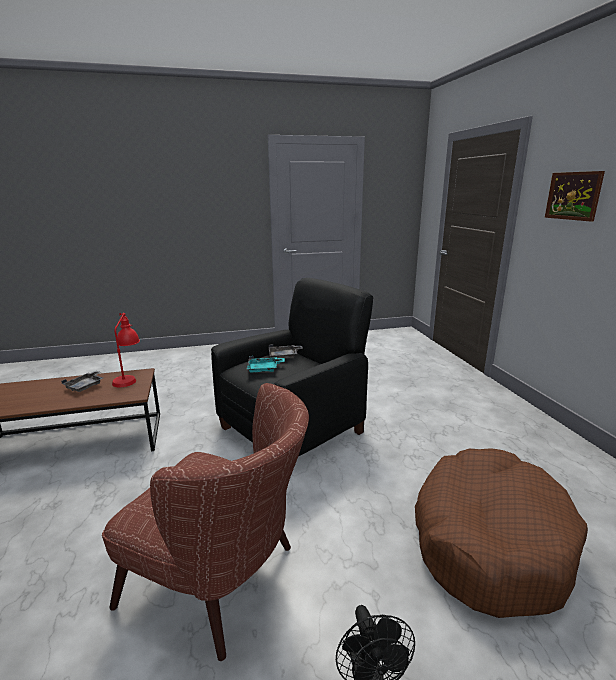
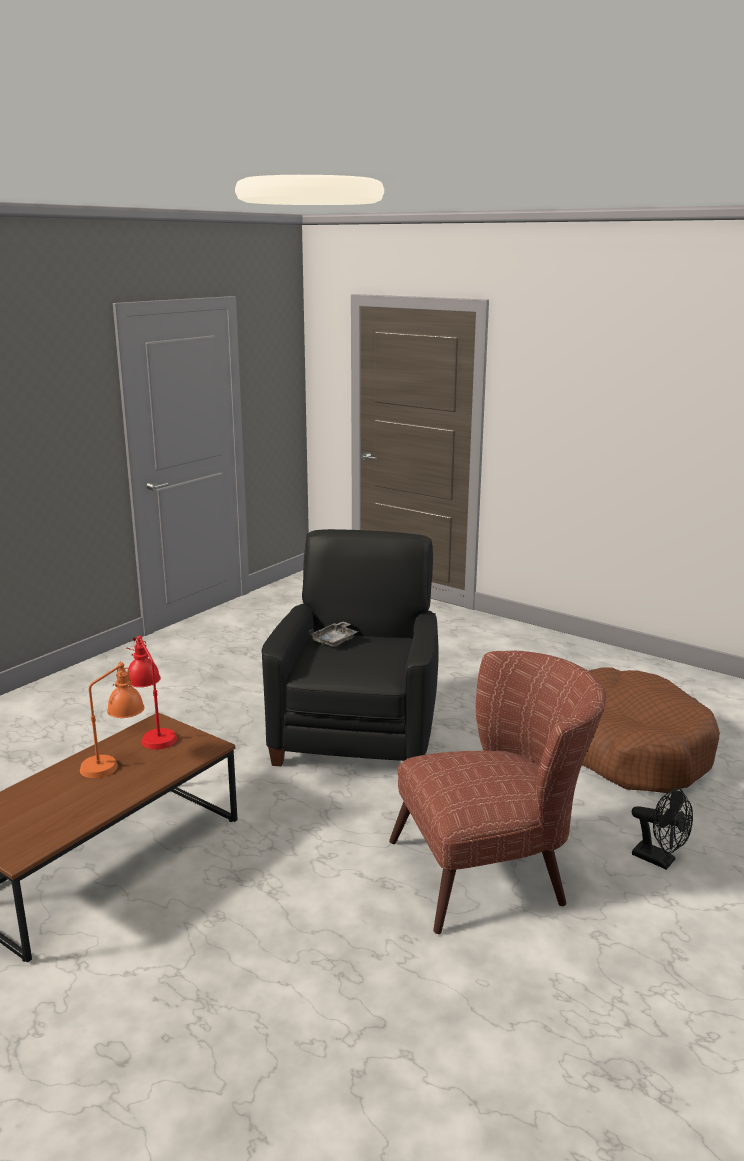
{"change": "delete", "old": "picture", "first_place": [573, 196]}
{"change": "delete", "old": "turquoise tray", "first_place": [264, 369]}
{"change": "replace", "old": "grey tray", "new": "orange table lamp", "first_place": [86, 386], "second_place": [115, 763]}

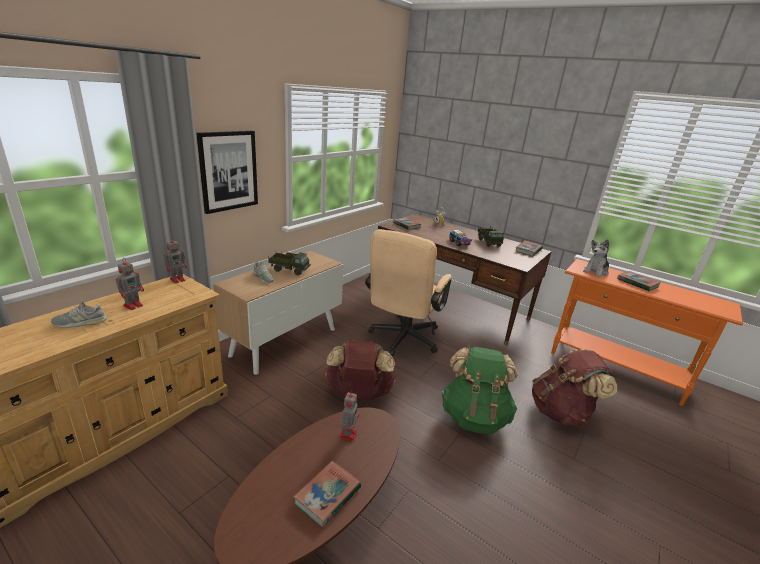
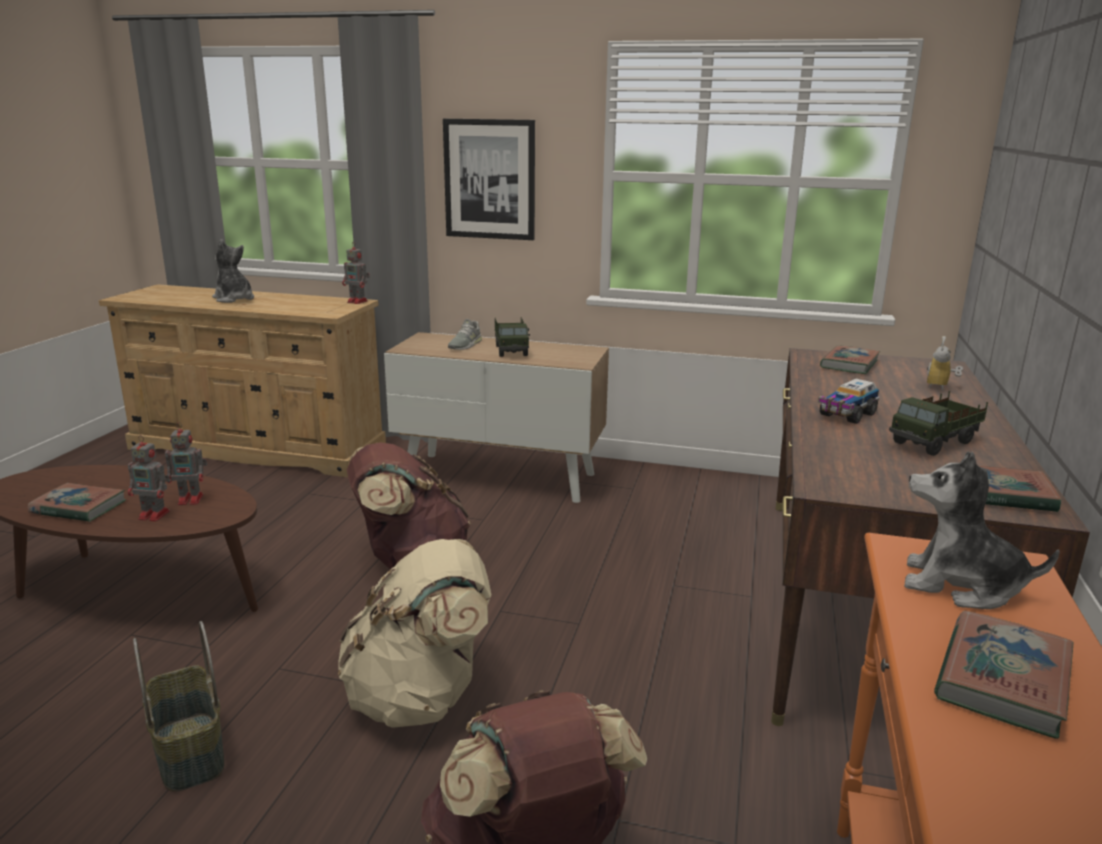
{"change": "delete", "old": "beige office chair", "first_place": [402, 340]}
{"change": "move", "old": "toy robot", "first_place": [134, 305], "second_place": [155, 515]}
{"change": "replace", "old": "grey shoe", "new": "plush toy", "first_place": [80, 322], "second_place": [234, 299]}
{"change": "recolor", "old": "green backpack", "new": "beige backpack", "first_place": [474, 417], "second_place": [420, 697]}
{"change": "insert", "new": "basket", "second_place": [187, 752]}

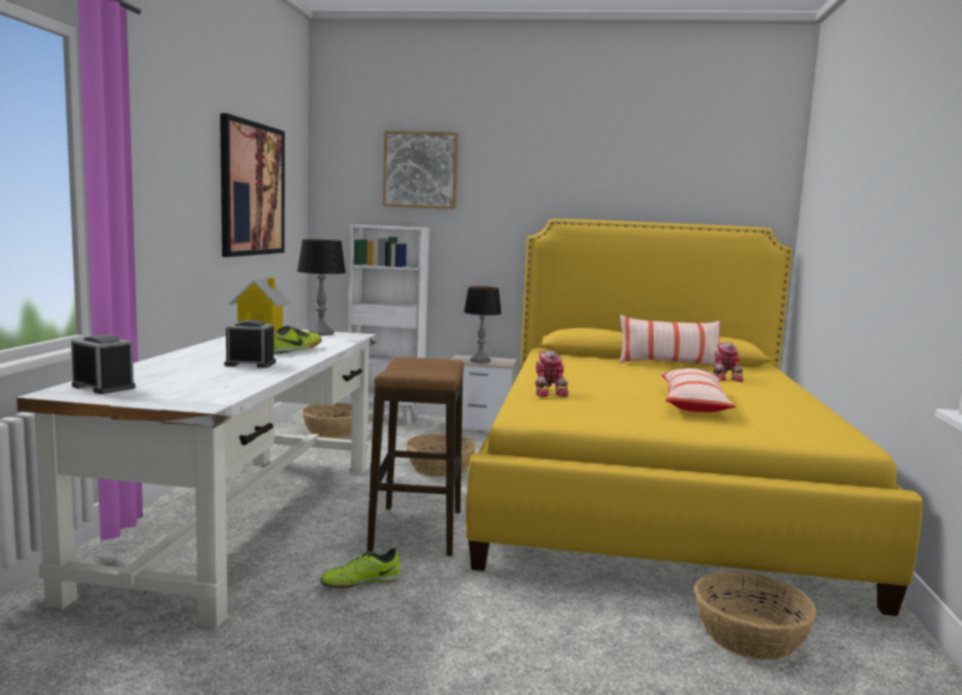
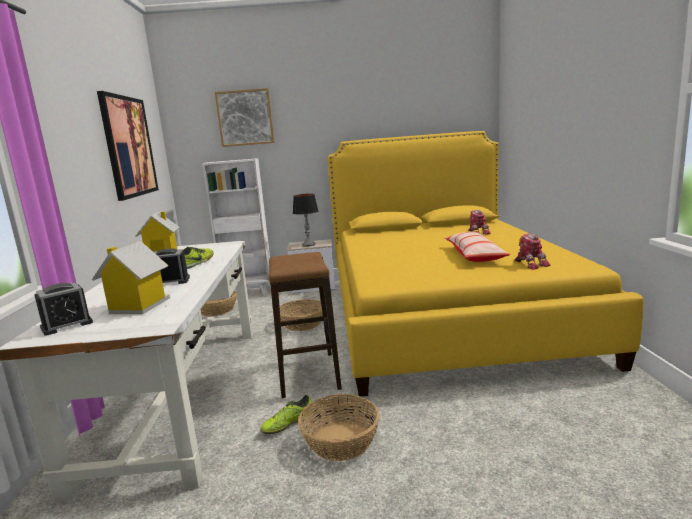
{"change": "delete", "old": "table lamp", "first_place": [321, 333]}
{"change": "delete", "old": "pillow", "first_place": [668, 364]}
{"change": "rotate", "old": "alarm clock", "first_place": [103, 387], "second_place": [67, 325], "degrees": 120}
{"change": "move", "old": "toy robot", "first_place": [548, 392], "second_place": [530, 264]}
{"change": "move", "old": "basket", "first_place": [749, 635], "second_place": [340, 441]}
{"change": "insert", "new": "toy house", "second_place": [138, 306]}

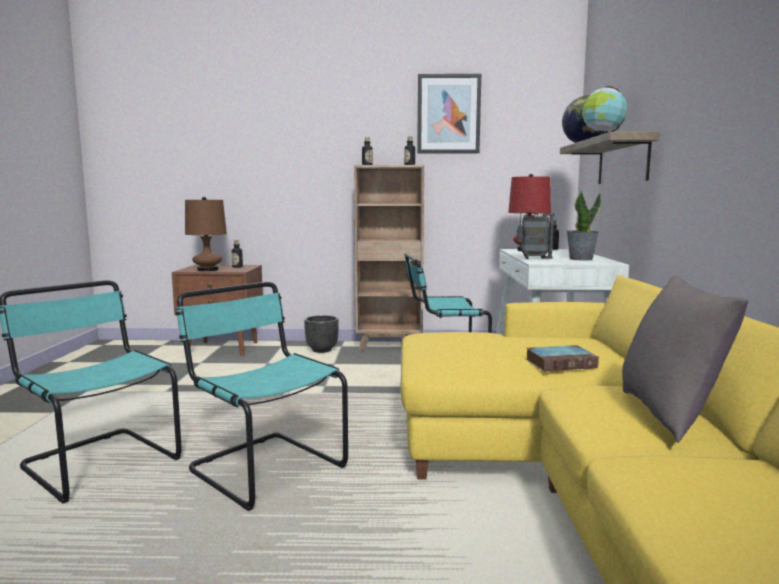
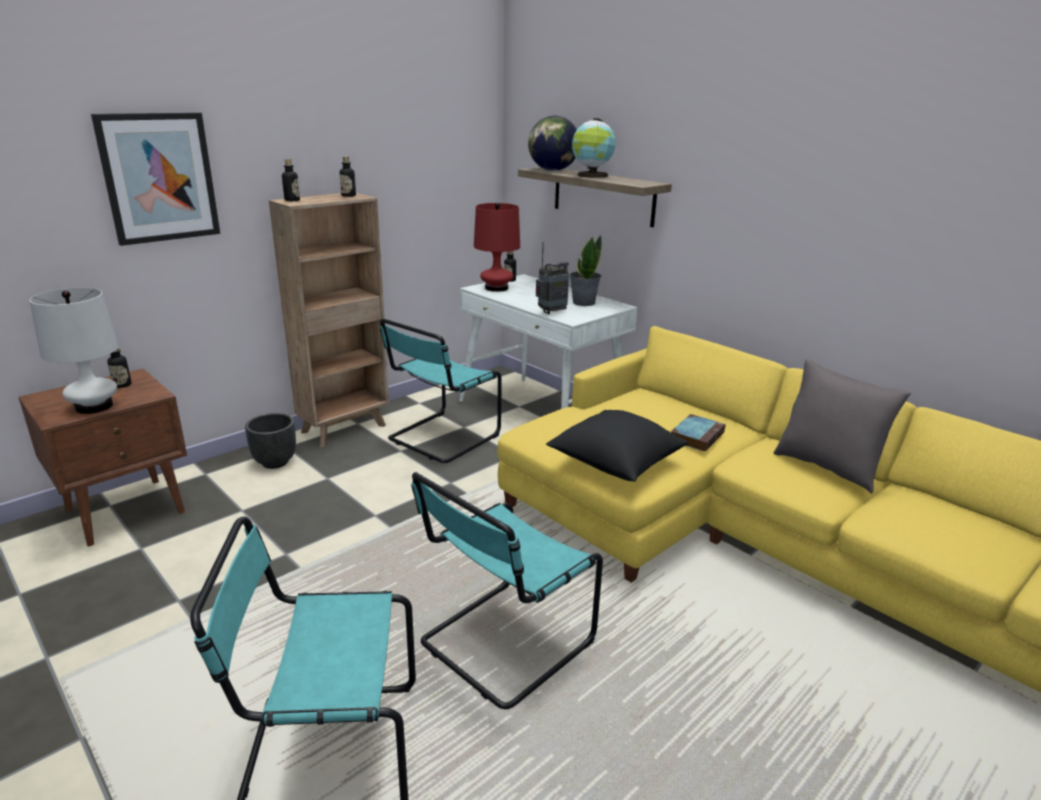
{"change": "move", "old": "picture", "first_place": [448, 114], "second_place": [159, 178]}
{"change": "recolor", "old": "brown table lamp", "new": "white table lamp", "first_place": [208, 270], "second_place": [94, 406]}
{"change": "rotate", "old": "turquoise chair", "first_place": [263, 467], "second_place": [502, 645], "degrees": -45}
{"change": "insert", "new": "black pillow", "second_place": [615, 463]}

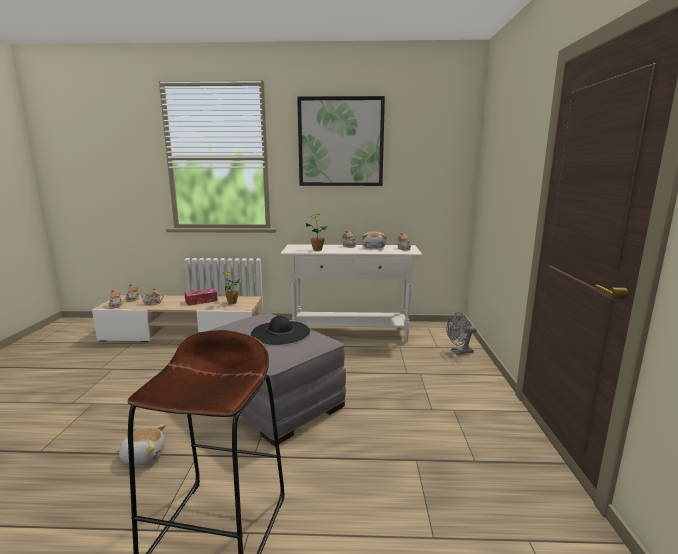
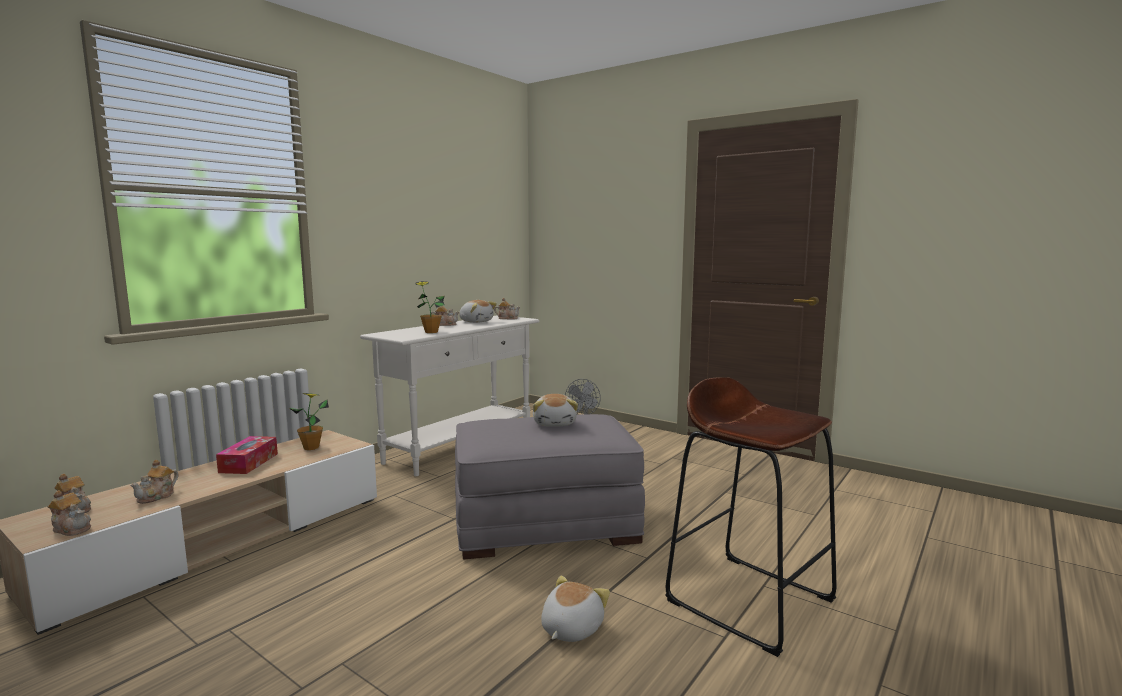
{"change": "delete", "old": "picture", "first_place": [341, 142]}
{"change": "replace", "old": "black hat", "new": "plush toy", "first_place": [280, 332], "second_place": [555, 423]}

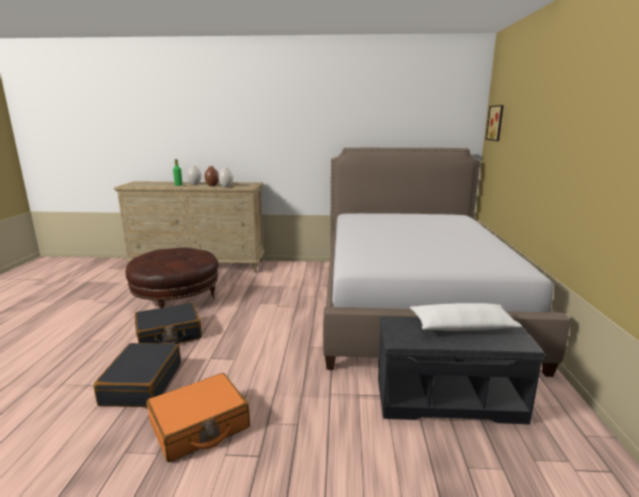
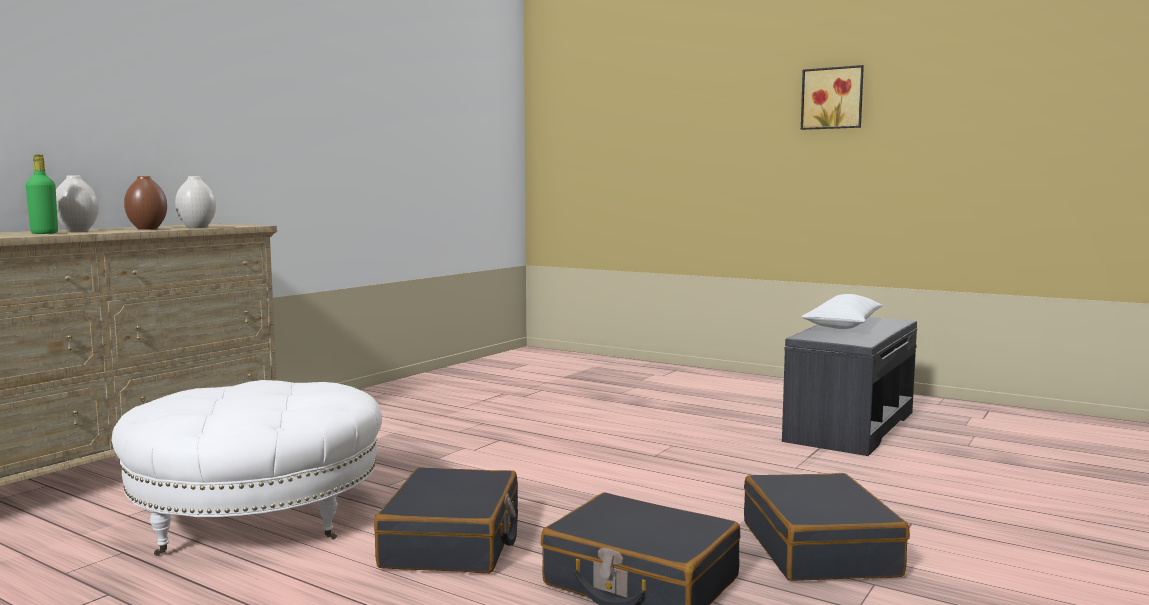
{"change": "move", "old": "picture", "first_place": [496, 123], "second_place": [832, 98]}
{"change": "delete", "old": "bed", "first_place": [413, 304]}
{"change": "recolor", "old": "brown ottoman", "new": "white ottoman", "first_place": [176, 298], "second_place": [258, 517]}
{"change": "recolor", "old": "orange suitcase", "new": "black suitcase", "first_place": [200, 426], "second_place": [819, 549]}

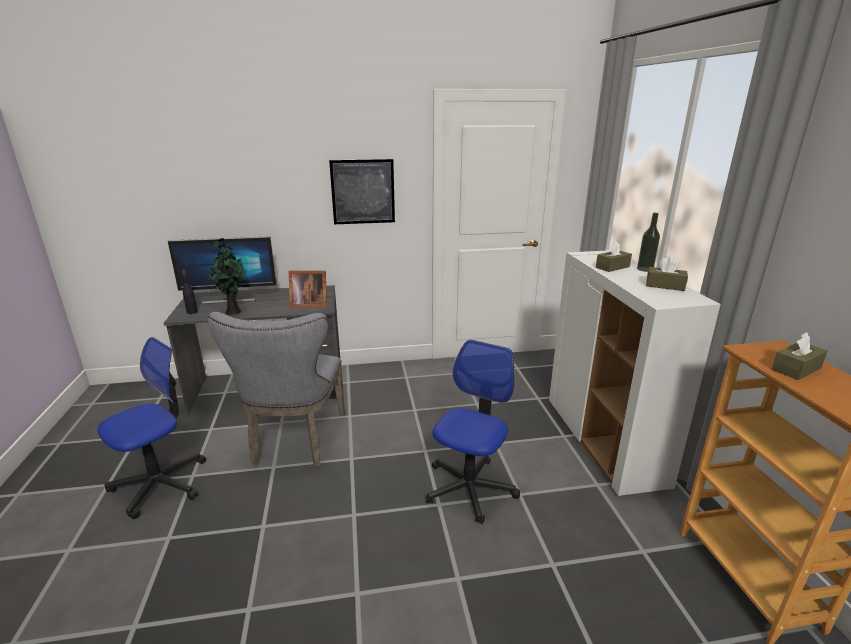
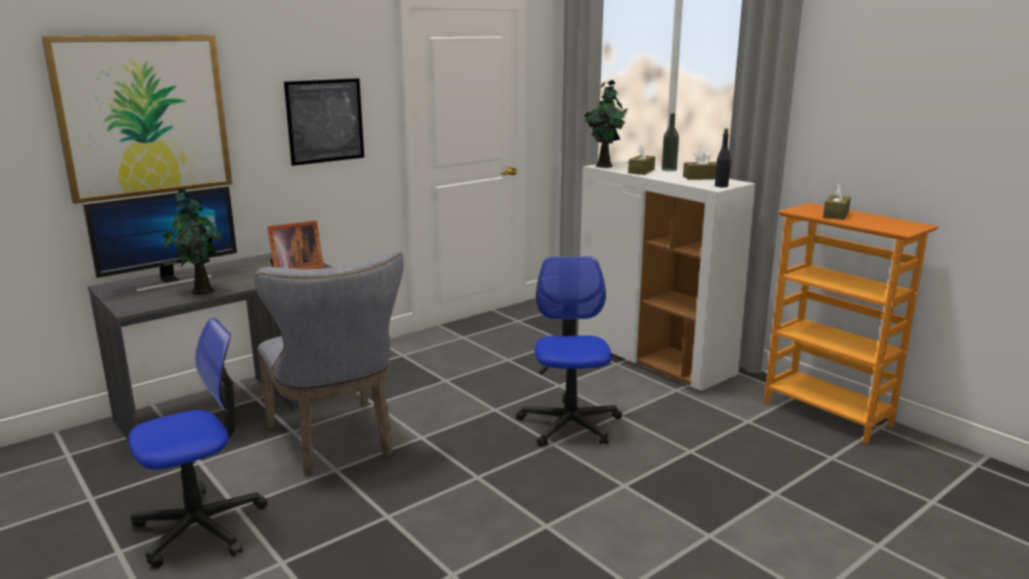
{"change": "move", "old": "black bottle", "first_place": [192, 312], "second_place": [721, 186]}
{"change": "rotate", "old": "office chair", "first_place": [160, 484], "second_place": [200, 527], "degrees": 45}
{"change": "insert", "new": "picture", "second_place": [144, 116]}
{"change": "insert", "new": "potted plant", "second_place": [604, 165]}

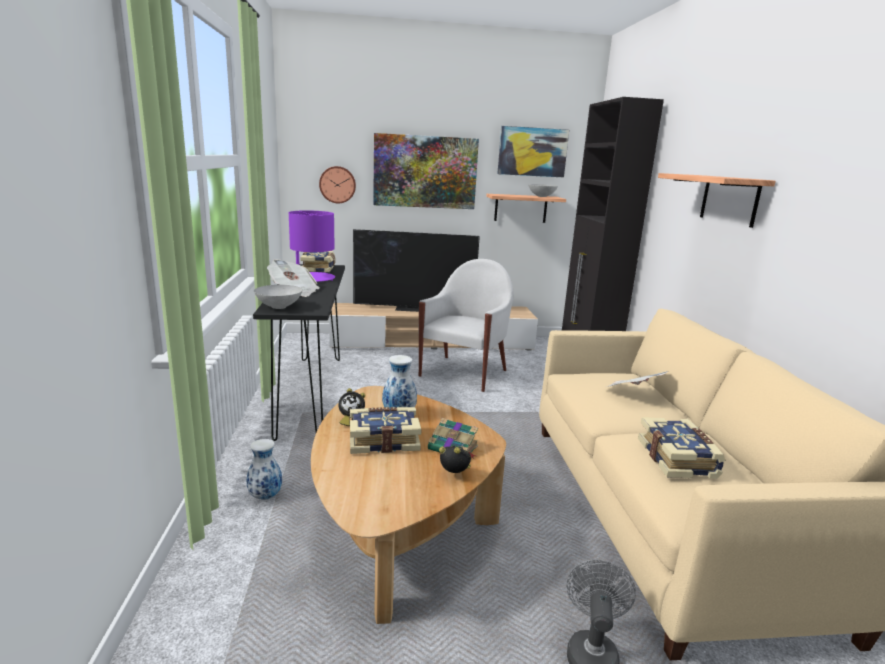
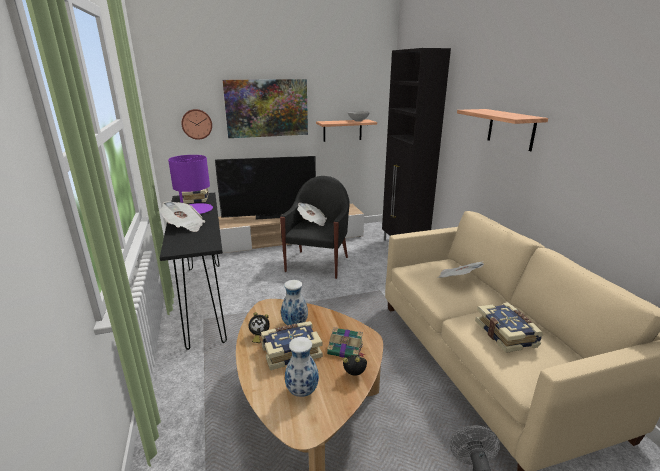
{"change": "delete", "old": "picture", "first_place": [532, 152]}
{"change": "recolor", "old": "white armchair", "new": "black armchair", "first_place": [464, 373], "second_place": [318, 263]}
{"change": "delete", "old": "grey bowl", "first_place": [278, 307]}
{"change": "move", "old": "vase", "first_place": [265, 497], "second_place": [302, 392]}
{"change": "insert", "new": "newspaper", "second_place": [312, 222]}

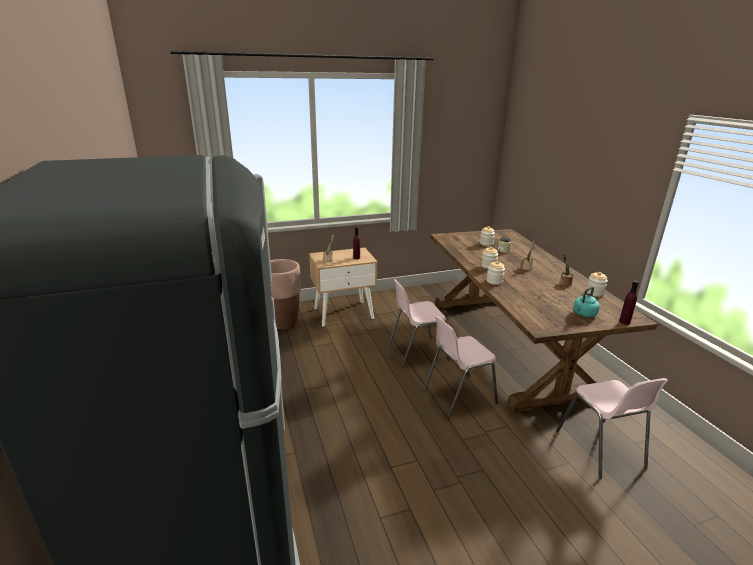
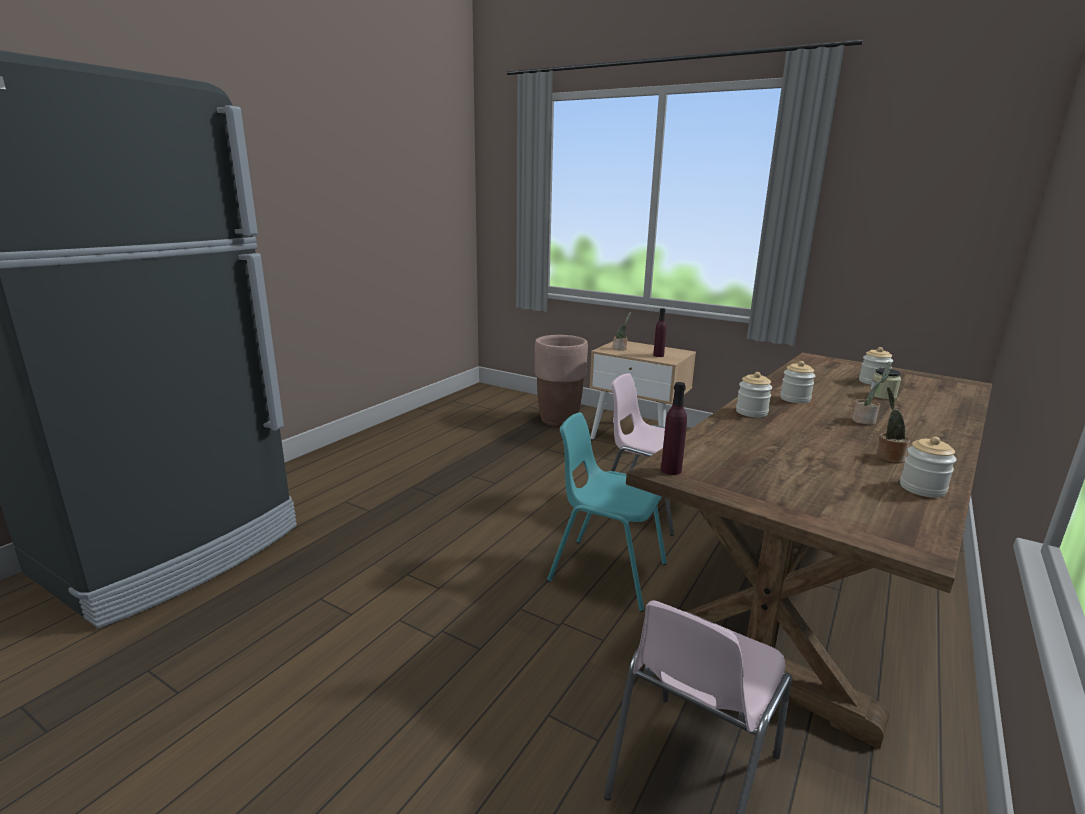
{"change": "move", "old": "purple bottle", "first_place": [624, 322], "second_place": [671, 470]}
{"change": "delete", "old": "turquoise kettle", "first_place": [583, 314]}
{"change": "recolor", "old": "pink chair", "new": "turquoise chair", "first_place": [458, 396], "second_place": [606, 572]}

